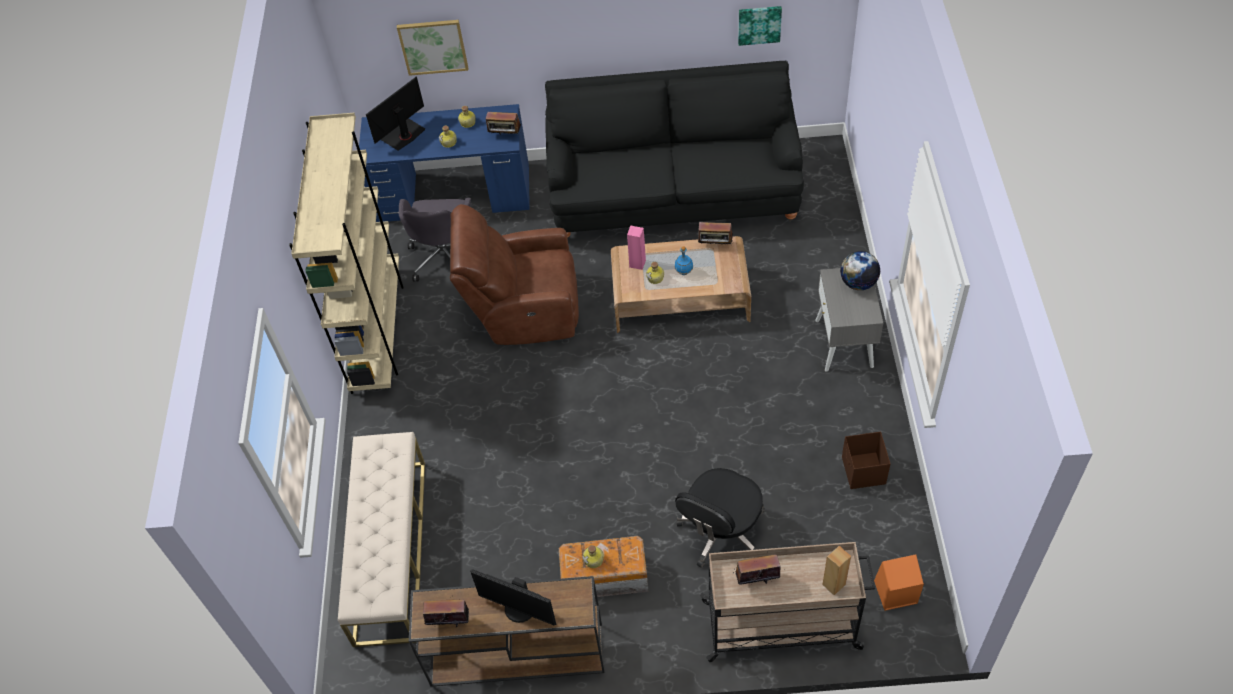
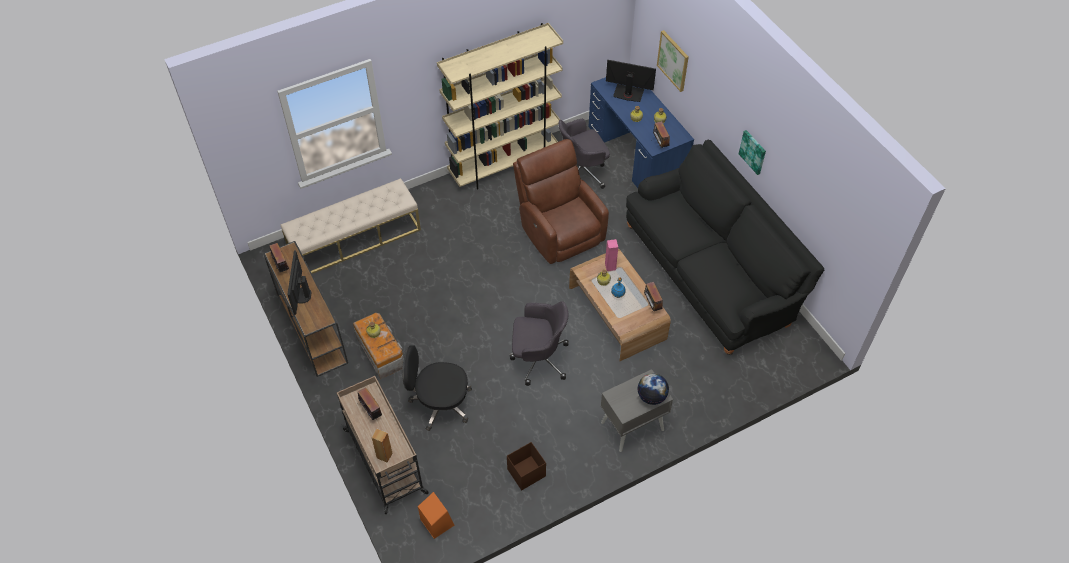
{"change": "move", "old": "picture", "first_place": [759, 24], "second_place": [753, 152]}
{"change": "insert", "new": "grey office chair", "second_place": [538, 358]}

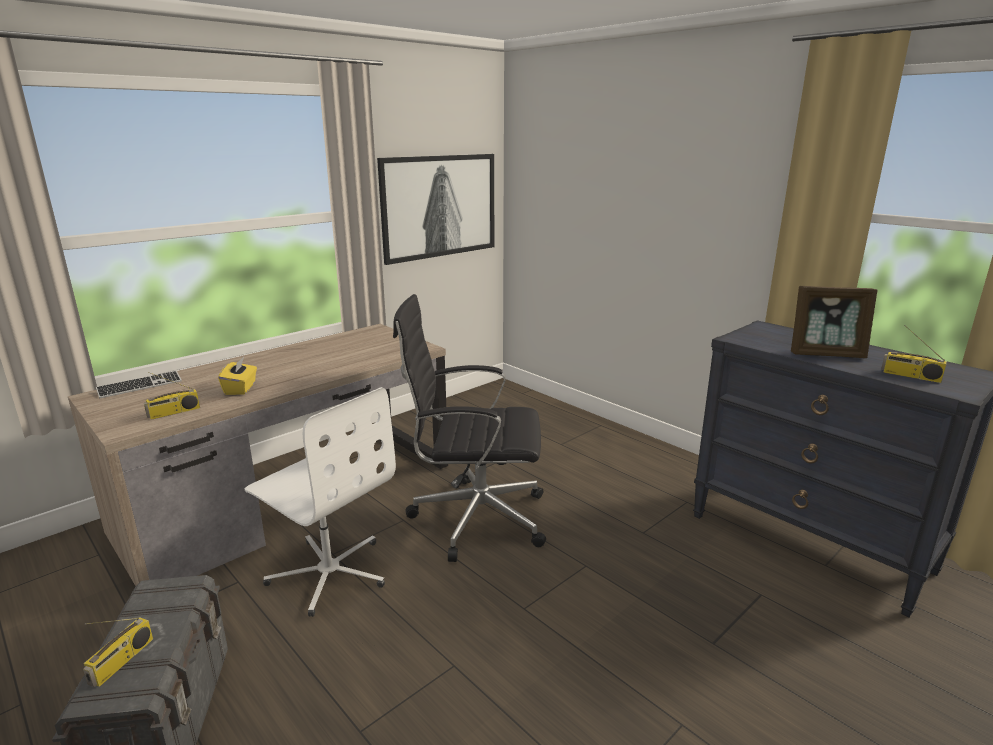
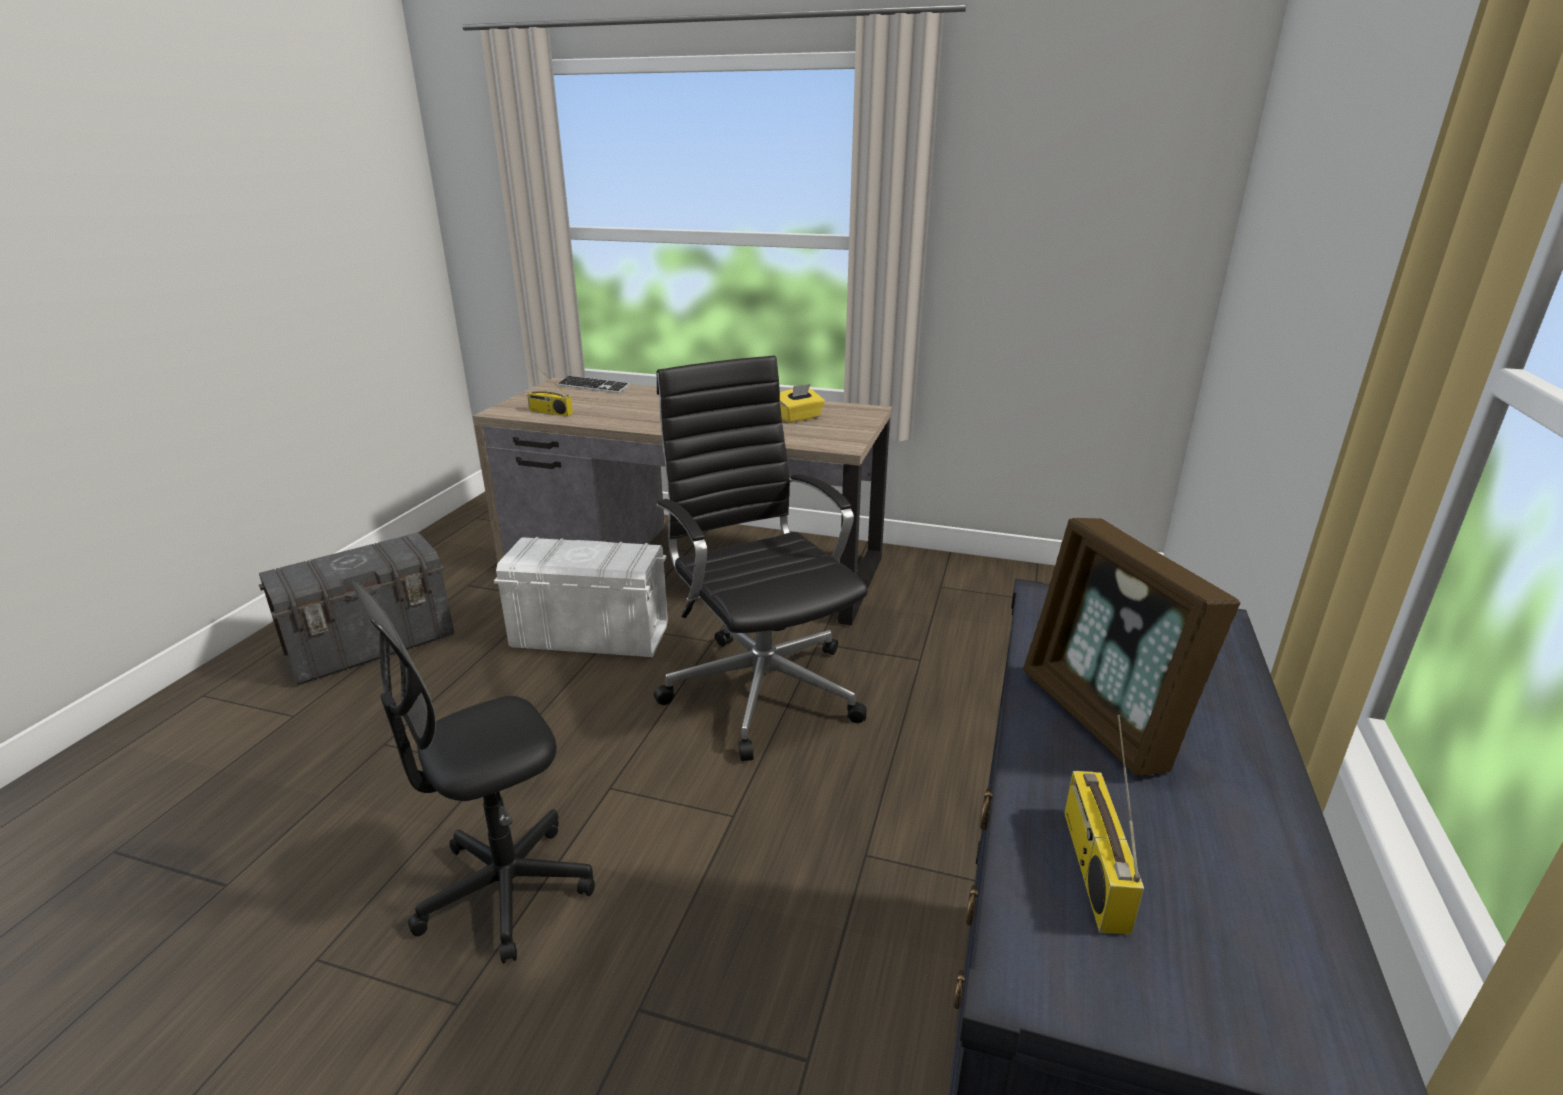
{"change": "delete", "old": "picture", "first_place": [440, 206]}
{"change": "move", "old": "yellow tissue box", "first_place": [241, 388], "second_place": [799, 418]}
{"change": "replace", "old": "white office chair", "new": "white storage box", "first_place": [329, 572], "second_place": [590, 636]}
{"change": "delete", "old": "radio", "first_place": [122, 662]}
{"change": "insert", "new": "black office chair", "second_place": [505, 891]}

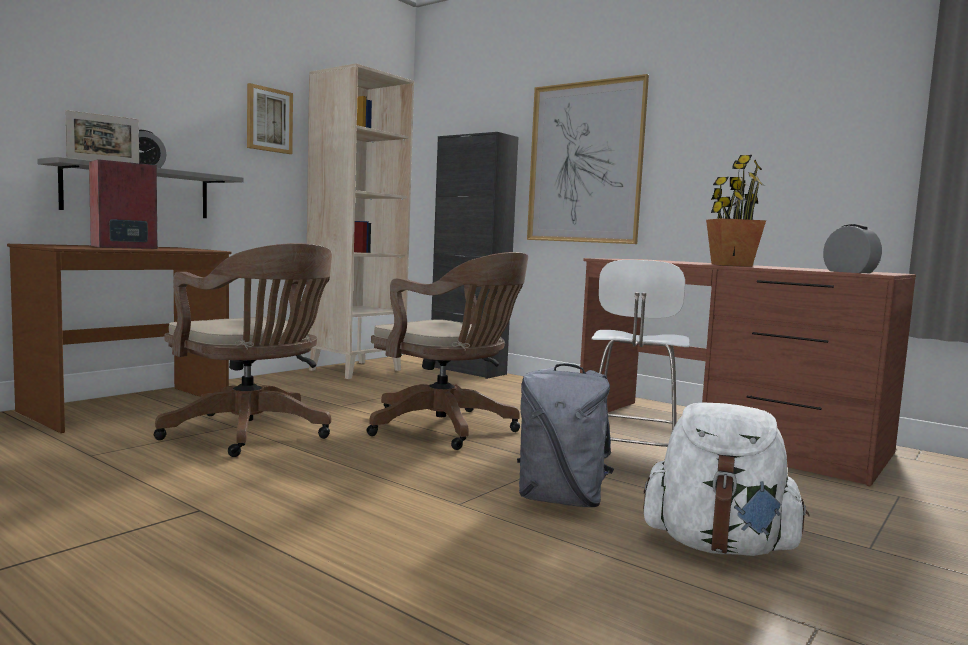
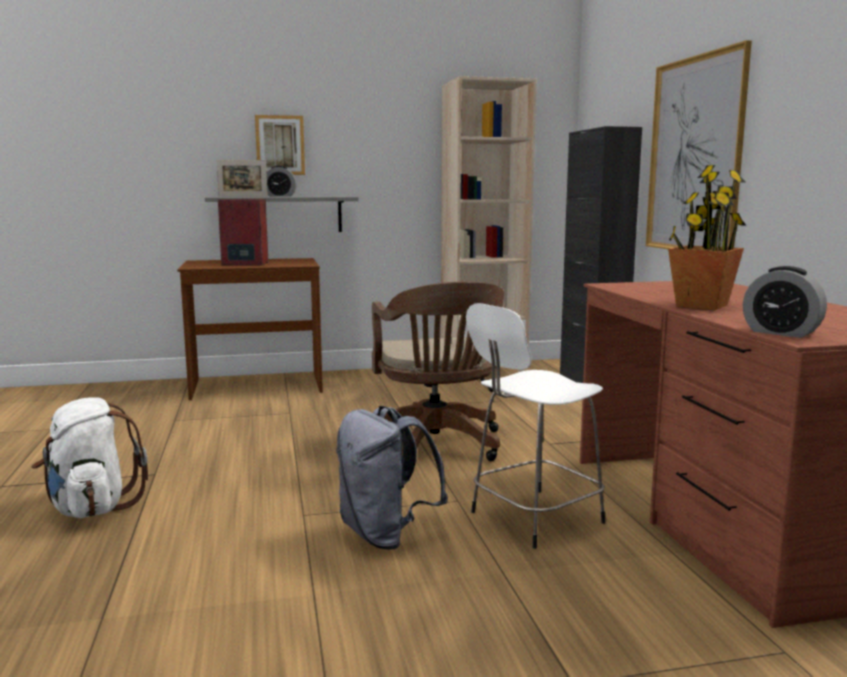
{"change": "move", "old": "picture", "first_place": [269, 120], "second_place": [280, 145]}
{"change": "rotate", "old": "alarm clock", "first_place": [849, 272], "second_place": [781, 333], "degrees": 120}
{"change": "delete", "old": "brown office chair", "first_place": [252, 434]}
{"change": "move", "old": "white backpack", "first_place": [718, 546], "second_place": [91, 508]}

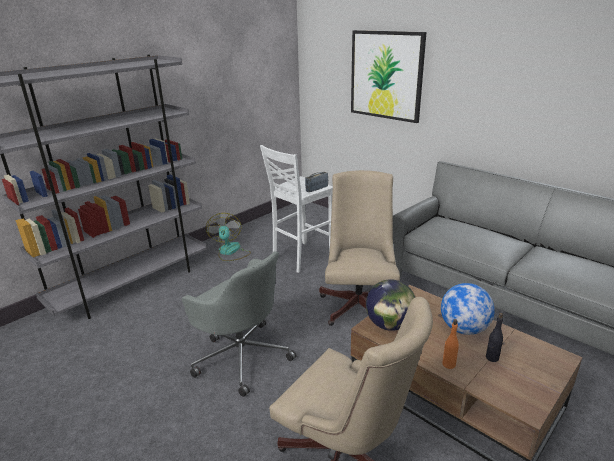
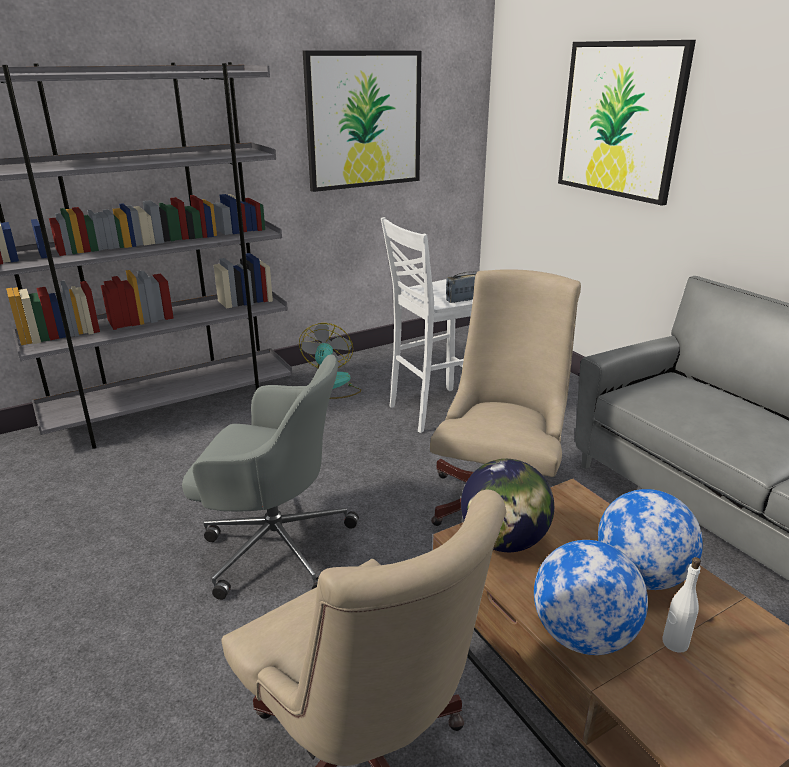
{"change": "rotate", "old": "grey office chair", "first_place": [241, 356], "second_place": [274, 545], "degrees": -45}
{"change": "recolor", "old": "black bottle", "new": "white bottle", "first_place": [492, 358], "second_place": [674, 643]}
{"change": "replace", "old": "orange bottle", "new": "globe", "first_place": [449, 364], "second_place": [582, 636]}
{"change": "insert", "new": "picture", "second_place": [364, 120]}

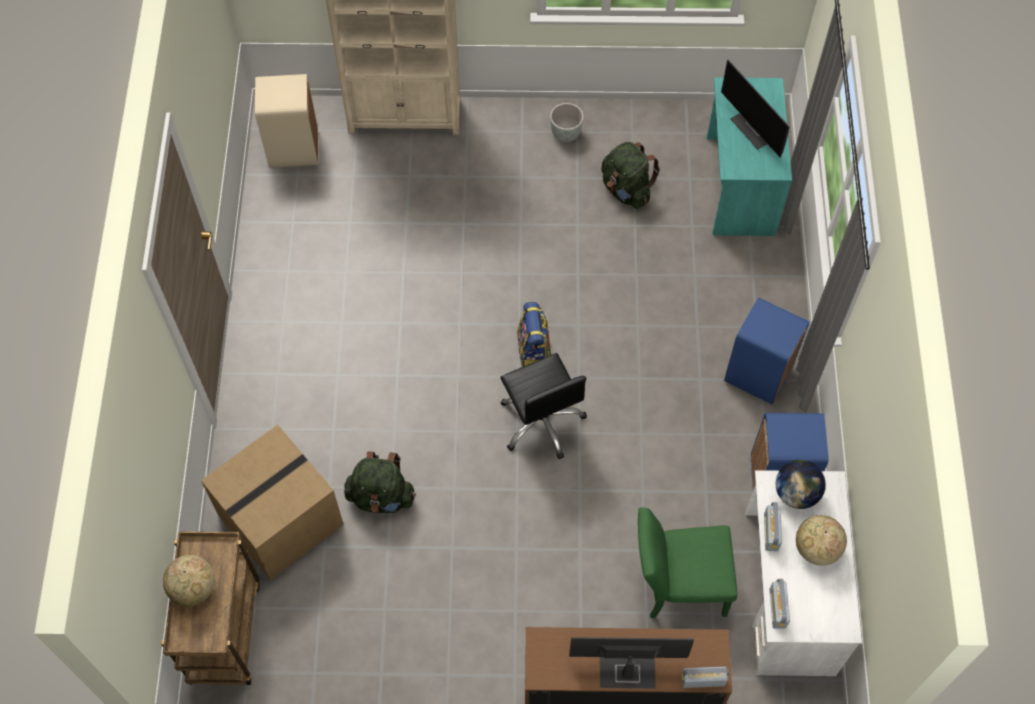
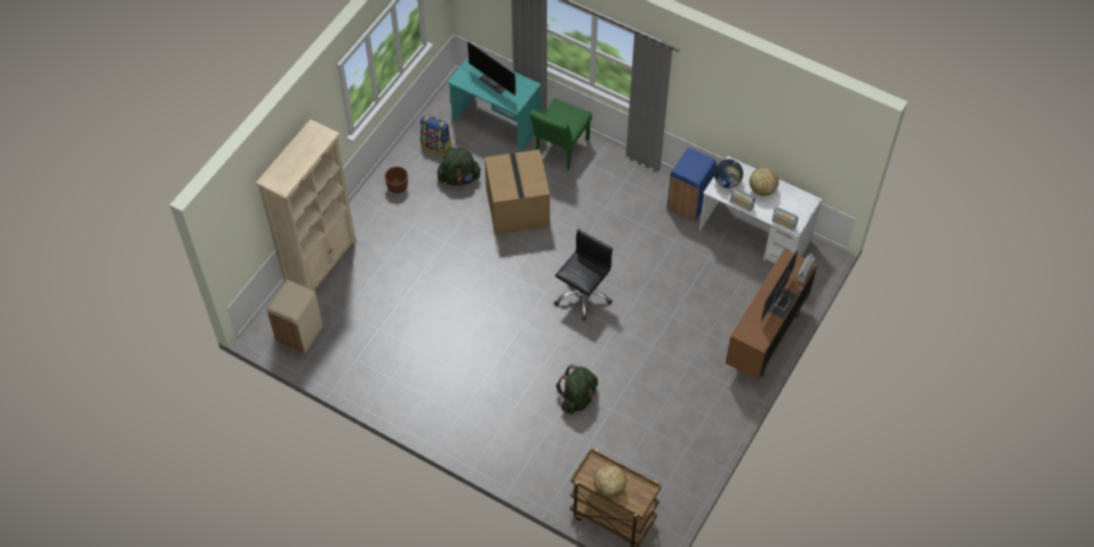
{"change": "rotate", "old": "monitor", "first_place": [756, 129], "second_place": [496, 81], "degrees": 45}
{"change": "recolor", "old": "grey planter", "new": "brown planter", "first_place": [566, 133], "second_place": [397, 187]}
{"change": "delete", "old": "blue trash can", "first_place": [758, 374]}
{"change": "move", "old": "backpack", "first_place": [534, 351], "second_place": [437, 145]}
{"change": "rotate", "old": "black office chair", "first_place": [542, 421], "second_place": [582, 295], "degrees": -60}
{"change": "move", "old": "cardboard box", "first_place": [281, 517], "second_place": [516, 207]}
{"change": "move", "old": "green chair", "first_place": [677, 585], "second_place": [559, 150]}

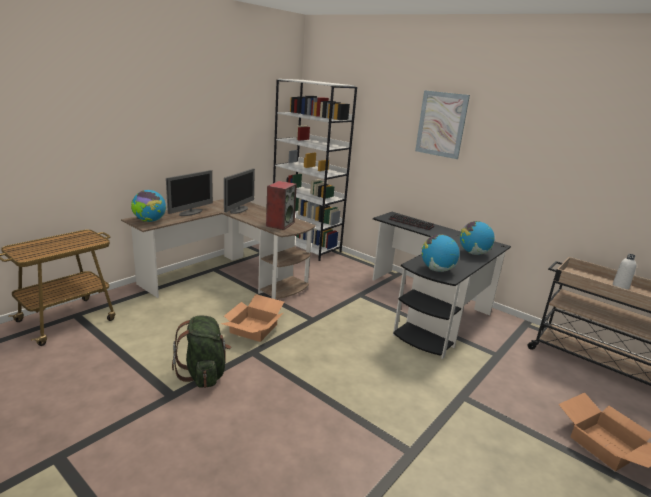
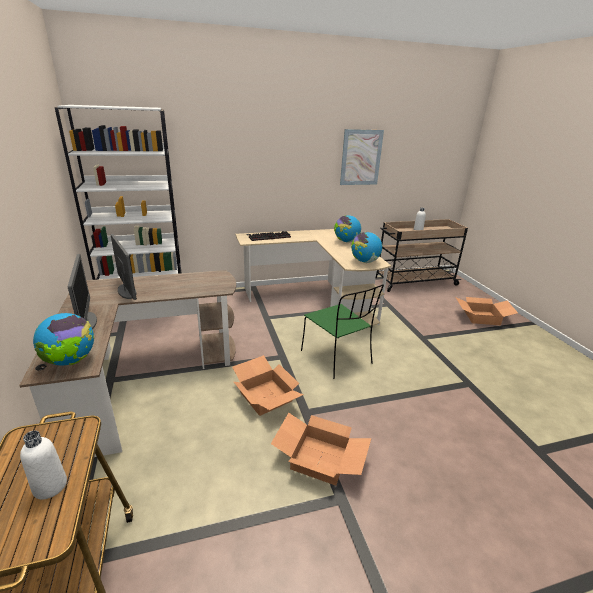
{"change": "move", "old": "picture", "first_place": [441, 124], "second_place": [361, 157]}
{"change": "delete", "old": "speaker", "first_place": [280, 224]}
{"change": "recolor", "old": "black desk", "new": "beige desk", "first_place": [431, 308], "second_place": [316, 299]}
{"change": "replace", "old": "green backpack", "new": "cardboard box", "first_place": [204, 373], "second_place": [319, 459]}
{"change": "insert", "new": "green chair", "second_place": [337, 358]}
{"change": "insert", "new": "white bottle", "second_place": [50, 486]}

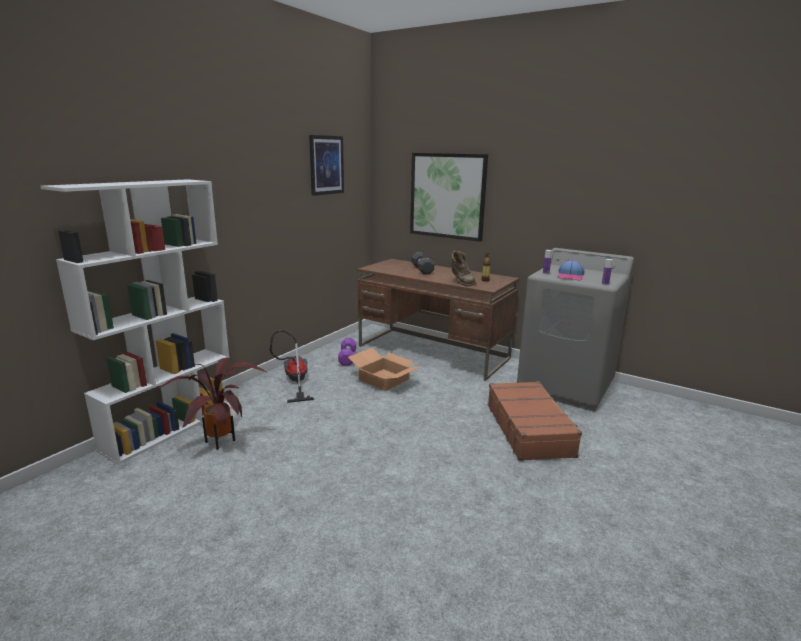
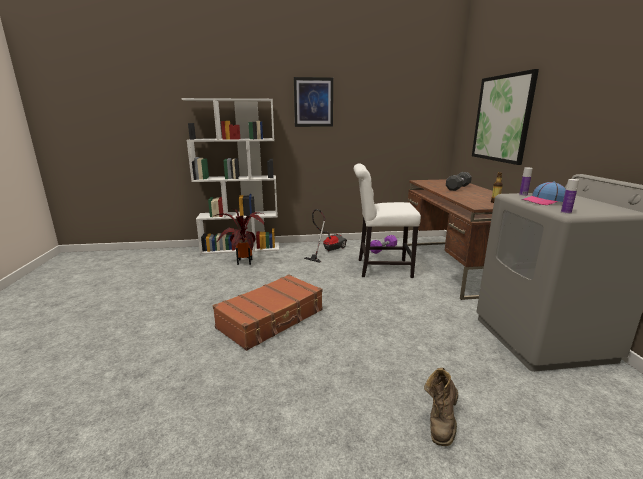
{"change": "move", "old": "picture", "first_place": [326, 165], "second_place": [313, 102]}
{"change": "move", "old": "brown boot", "first_place": [461, 282], "second_place": [441, 422]}
{"change": "replace", "old": "cardboard box", "new": "white chair", "first_place": [383, 379], "second_place": [380, 268]}
{"change": "move", "old": "brown suitcase", "first_place": [529, 429], "second_place": [272, 319]}

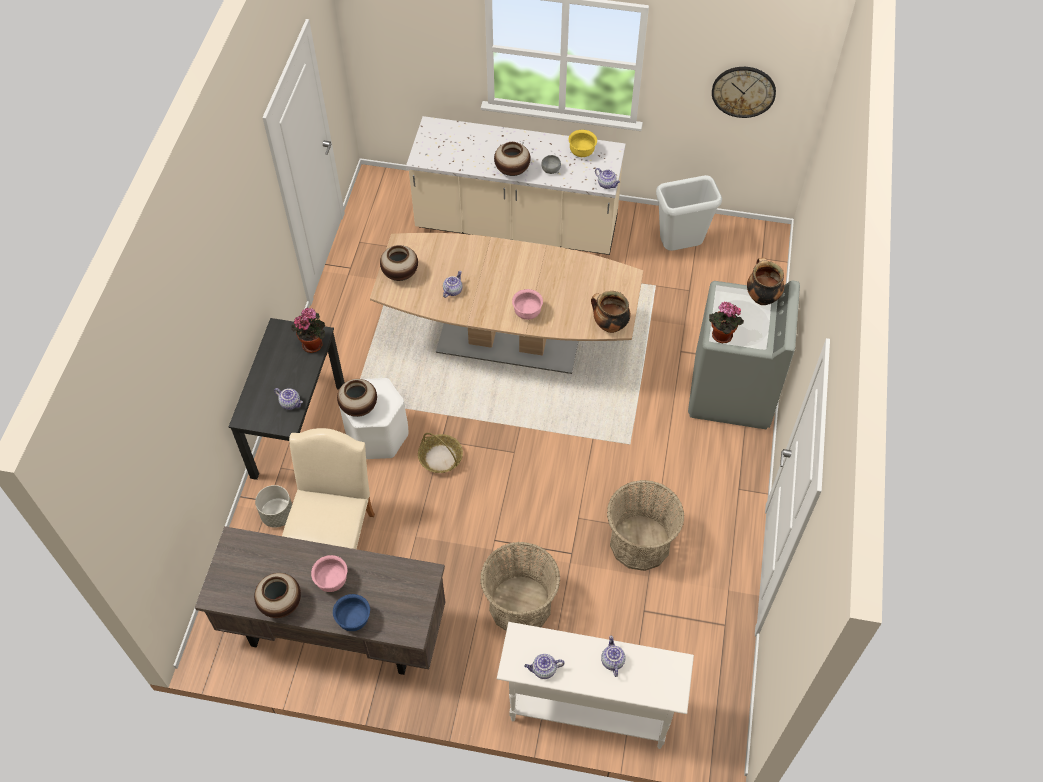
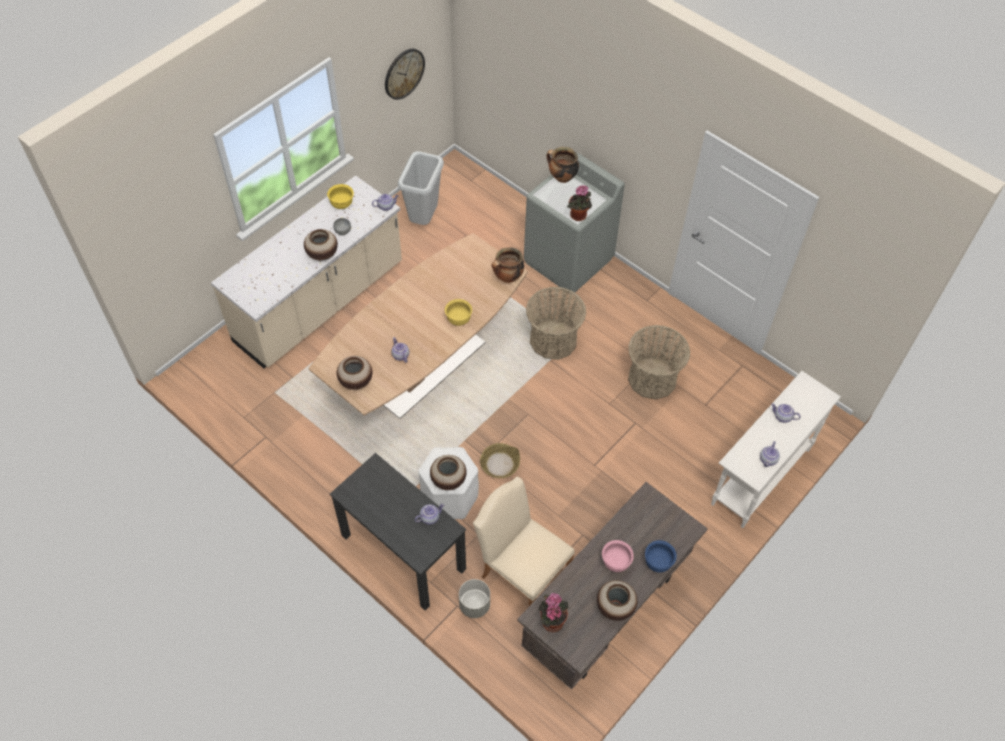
{"change": "recolor", "old": "pink bowl", "new": "yellow bowl", "first_place": [527, 313], "second_place": [458, 319]}
{"change": "move", "old": "potted plant", "first_place": [313, 343], "second_place": [551, 620]}
{"change": "move", "old": "basket", "first_place": [520, 604], "second_place": [553, 340]}

